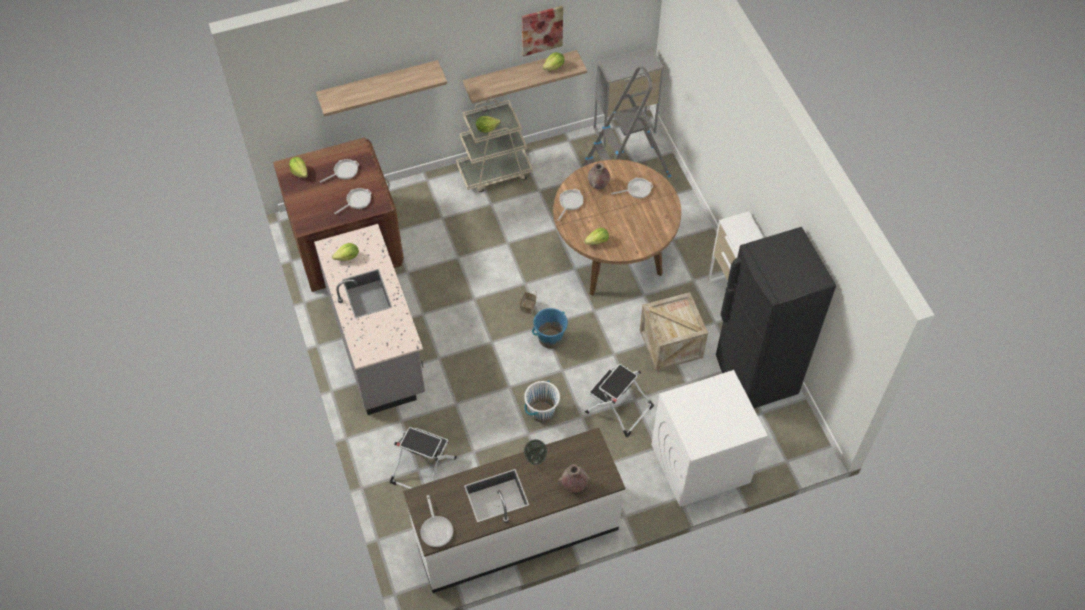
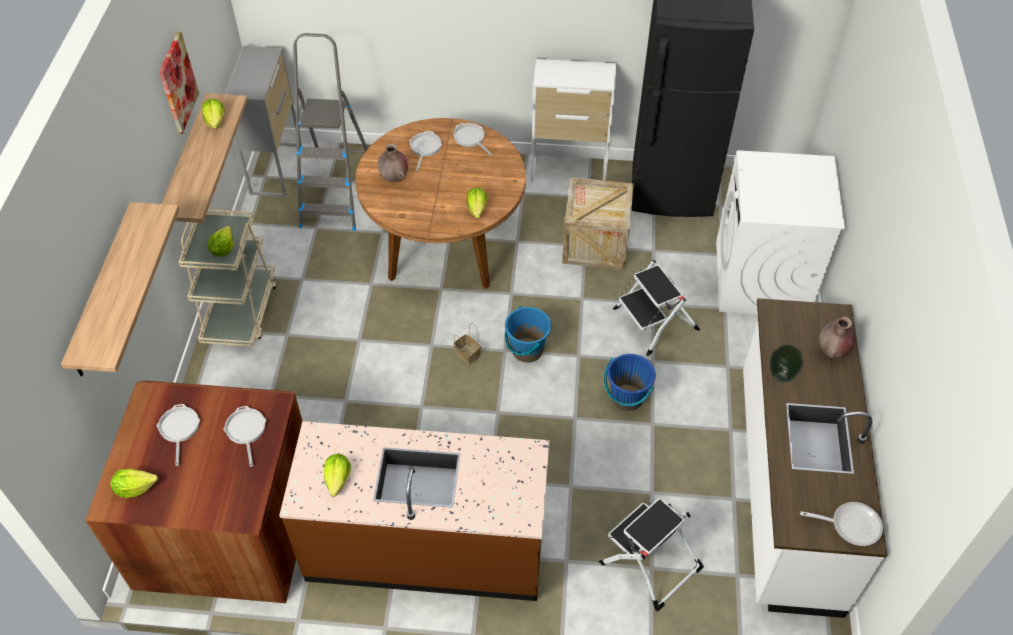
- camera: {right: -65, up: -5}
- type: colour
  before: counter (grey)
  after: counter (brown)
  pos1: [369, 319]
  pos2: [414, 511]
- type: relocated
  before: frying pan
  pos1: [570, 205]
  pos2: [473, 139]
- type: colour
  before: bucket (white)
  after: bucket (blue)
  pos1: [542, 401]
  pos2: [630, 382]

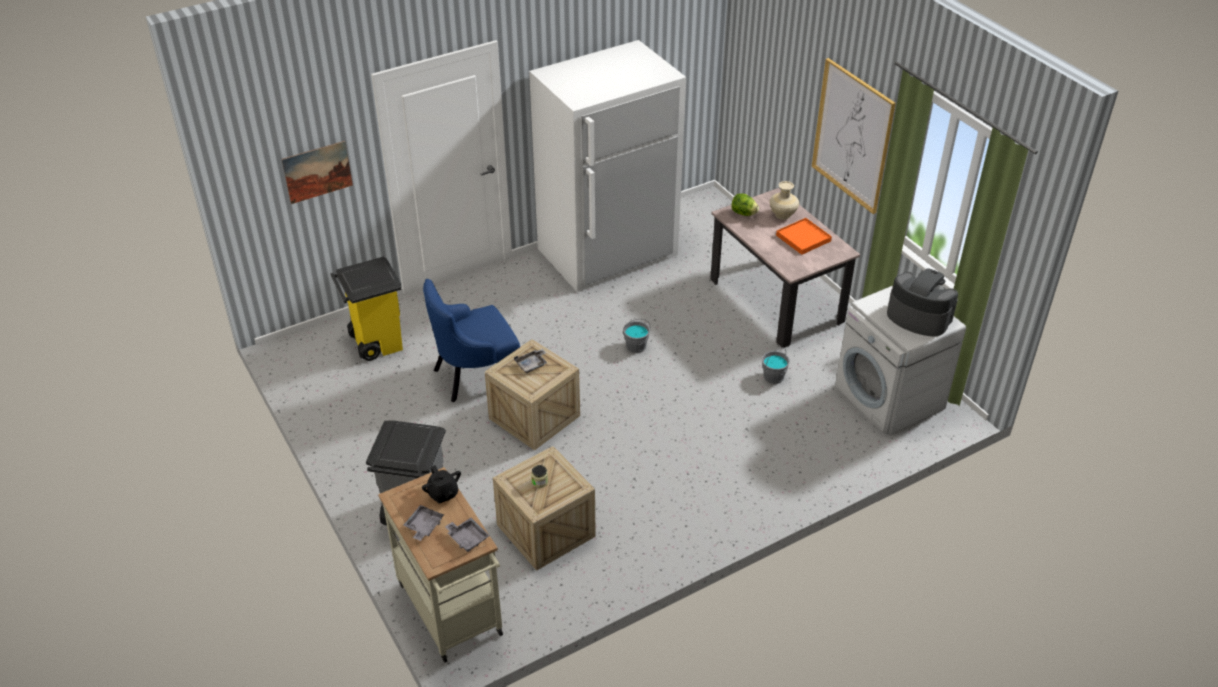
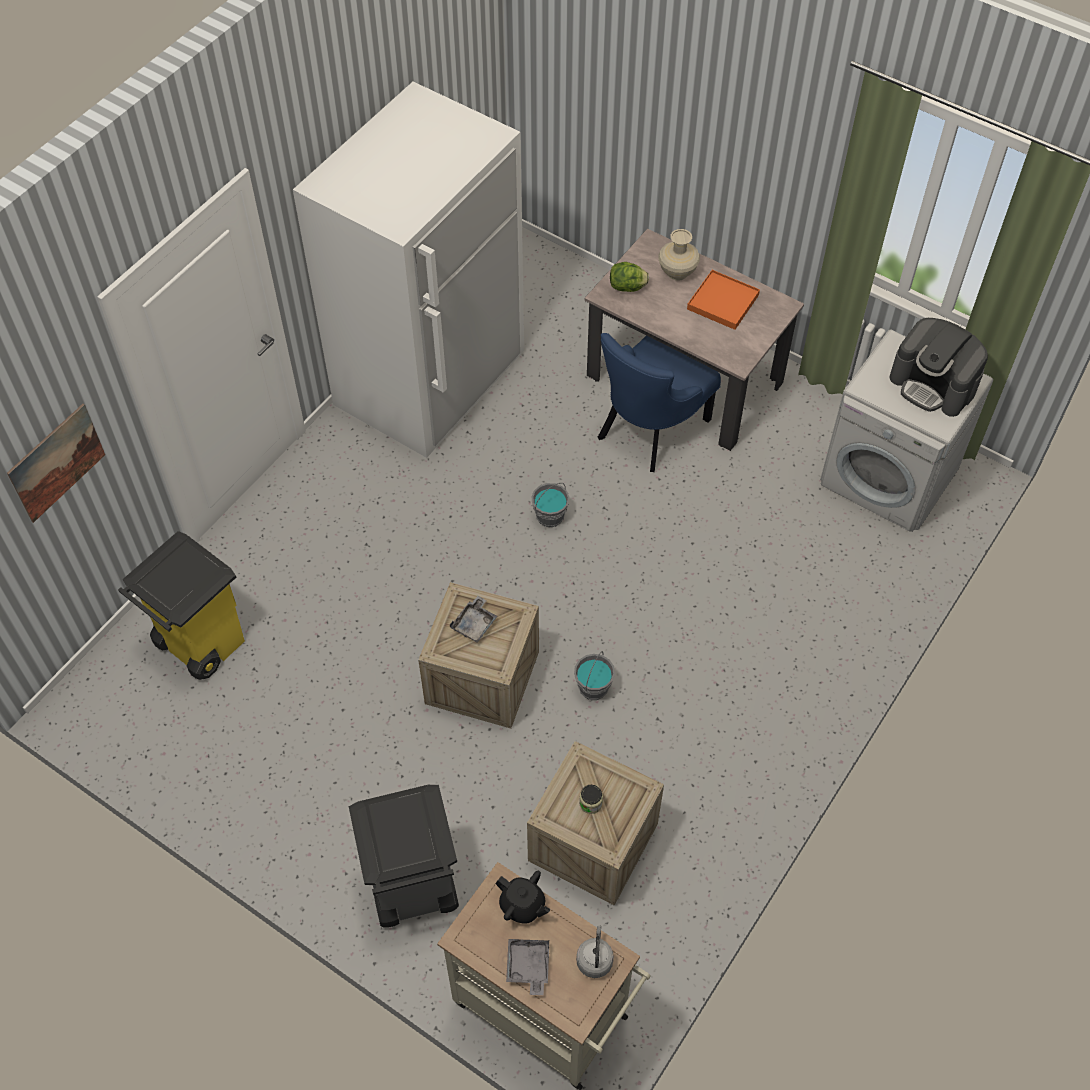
- camera: {right: -25, up: 15}
- type: relocated
  before: bucket (grey)
  pos1: [776, 366]
  pos2: [594, 675]
- type: exchanged
  before: tray (grey)
  after: kettle (grey)
  pos1: [467, 535]
  pos2: [595, 951]
- type: relocated
  before: chair (blue)
  pos1: [471, 341]
  pos2: [659, 402]
- type: spun
  before: coffee machine
  pos1: [922, 302]
  pos2: [939, 367]
  turn: -150
- type: missing
  before: picture
  pos1: [854, 136]

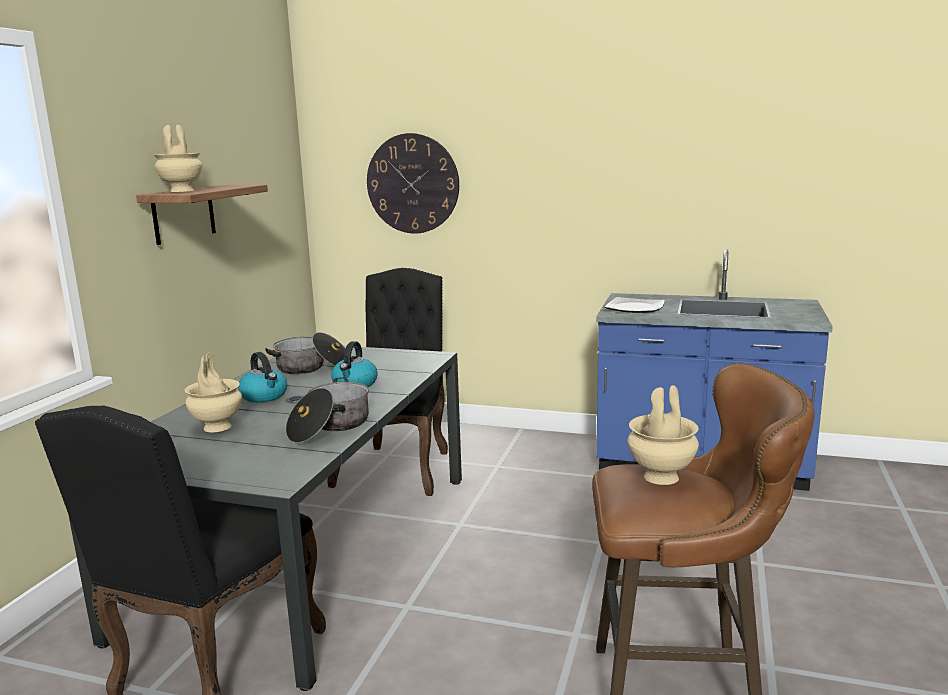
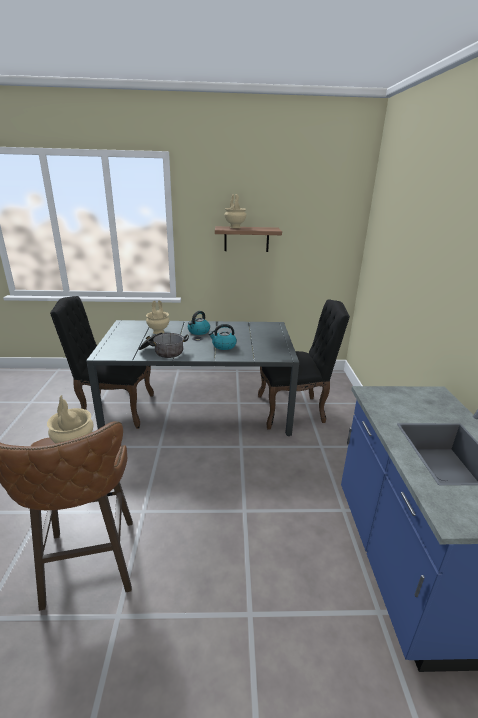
- camera: {right: 70, up: 10}
- type: missing
  before: cooking pot
  pos1: [305, 353]
- type: missing
  before: wall clock
  pos1: [413, 183]
- type: missing
  before: plate
  pos1: [635, 305]

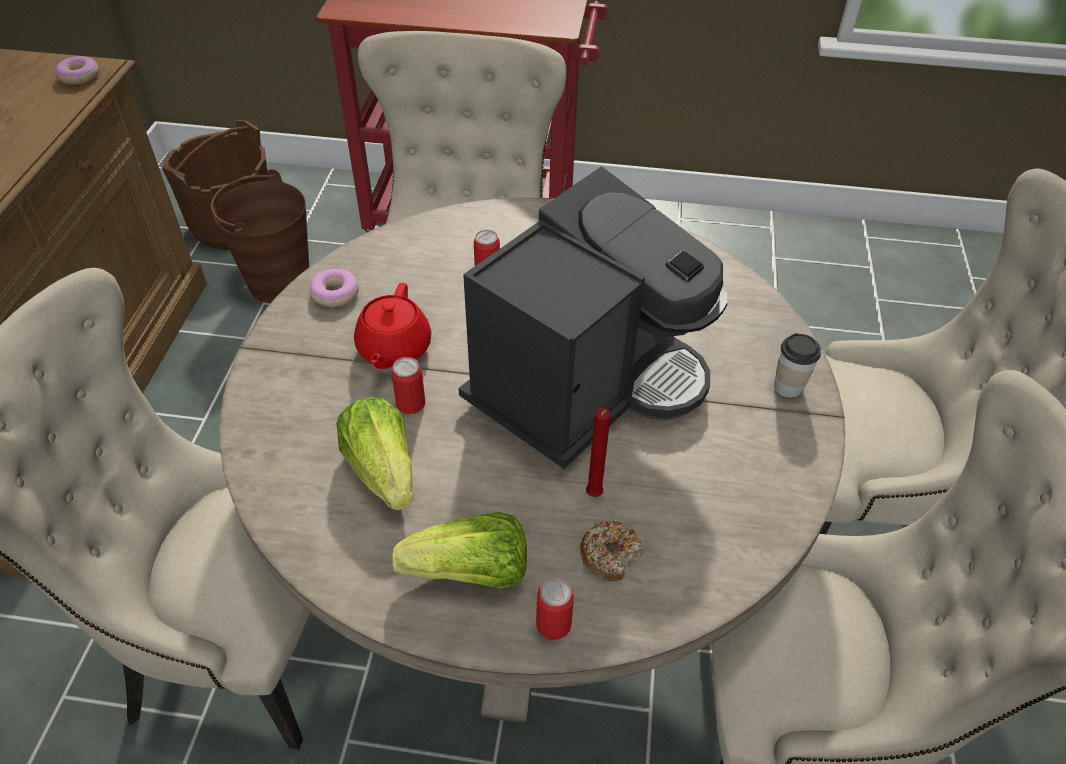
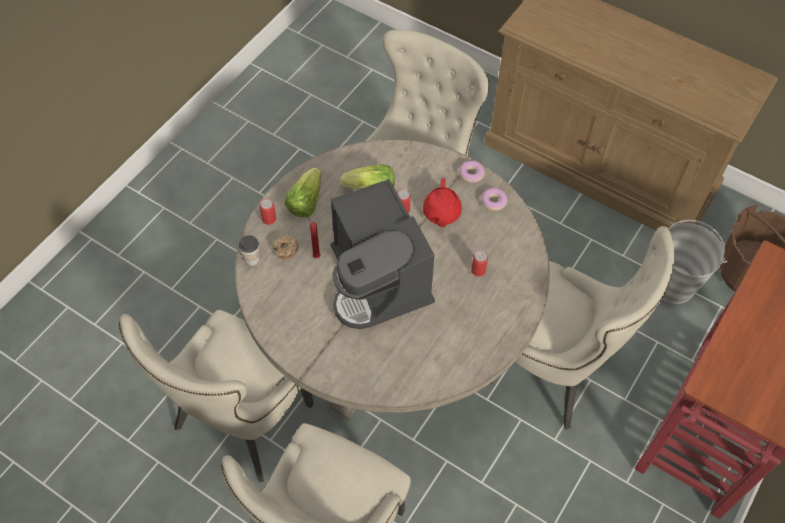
- camera: {right: 115, up: 10}
- type: relocated
  before: cup
  pos1: [797, 365]
  pos2: [249, 250]
- type: spun
  before: teapot (red)
  pos1: [392, 326]
  pos2: [442, 202]
  turn: -120
- type: relocated
  before: donut
  pos1: [77, 70]
  pos2: [472, 172]
- type: colour
  before: bucket (brown)
  after: bucket (grey)
  pos1: [260, 236]
  pos2: [694, 262]

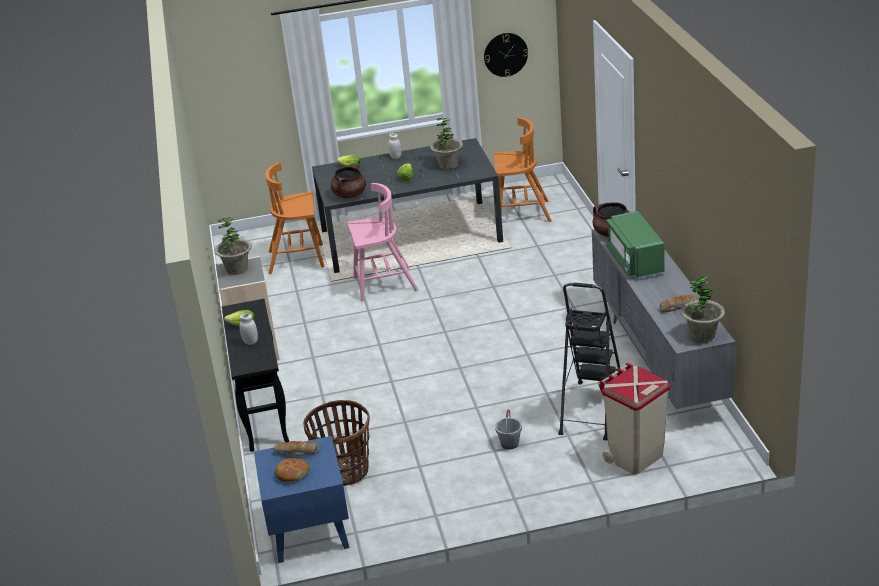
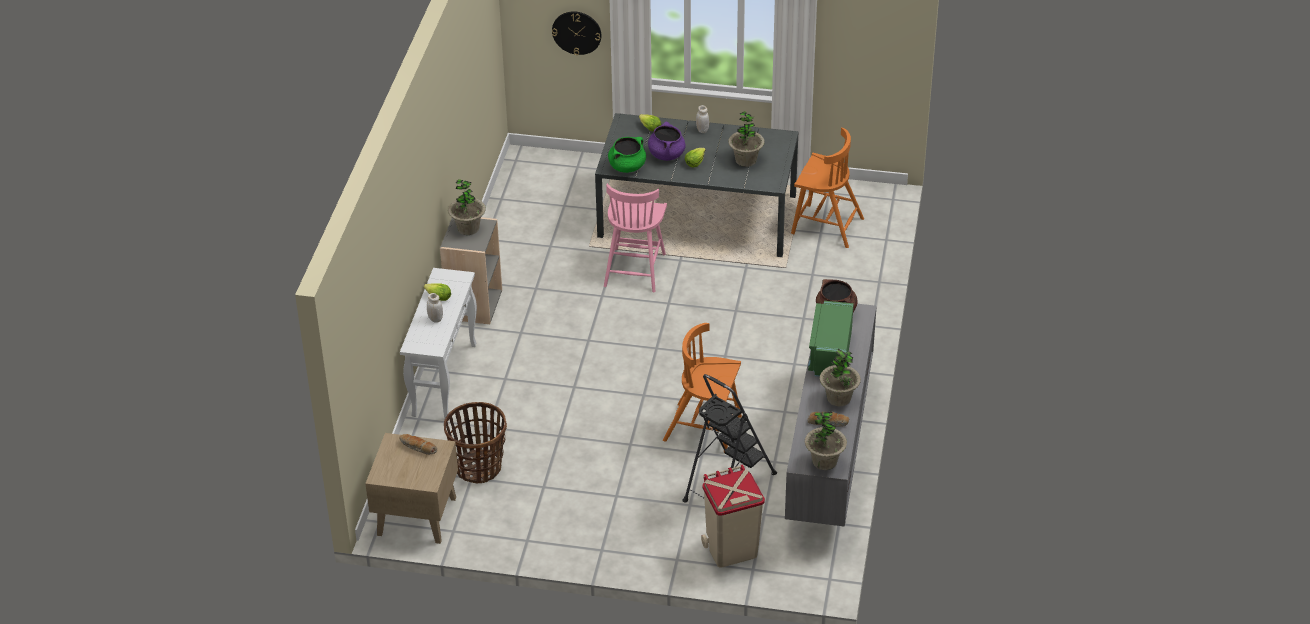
- camera: {right: 20, up: 10}
- type: colour
  before: nightstand (blue)
  after: nightstand (beige)
  pos1: [301, 499]
  pos2: [411, 488]
- type: colour
  before: console table (black)
  after: console table (white)
  pos1: [255, 375]
  pos2: [438, 344]
- type: relocated
  before: wall clock
  pos1: [506, 55]
  pos2: [577, 33]
- type: spun
  before: chair (pink)
  pos1: [383, 242]
  pos2: [635, 238]
  turn: 90
- type: colour
  before: cooking pot (brown)
  after: cooking pot (green)
  pos1: [348, 181]
  pos2: [627, 155]
- type: appeared
  after: cooking pot (purple)
  pos2: [666, 141]
- type: relocated
  before: chair (orange)
  pos1: [295, 218]
  pos2: [702, 386]
- type: appeared
  after: potted plant
  pos2: [840, 377]
- type: missing
  before: bread
  pos1: [292, 470]
- type: missing
  before: bucket (grey)
  pos1: [508, 429]

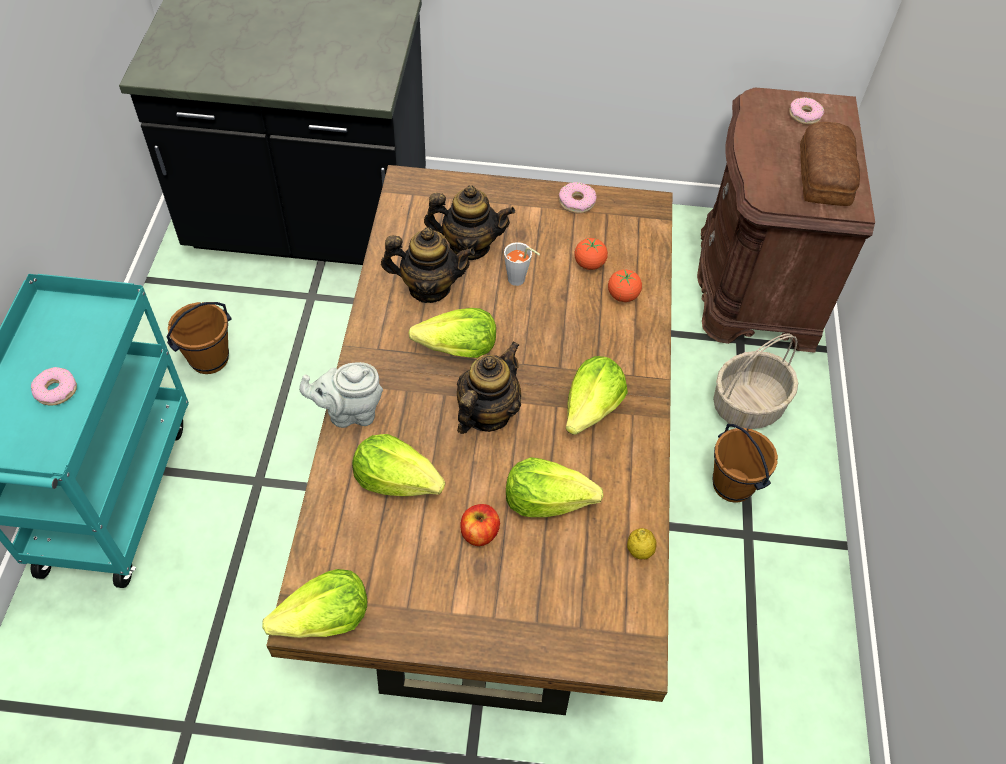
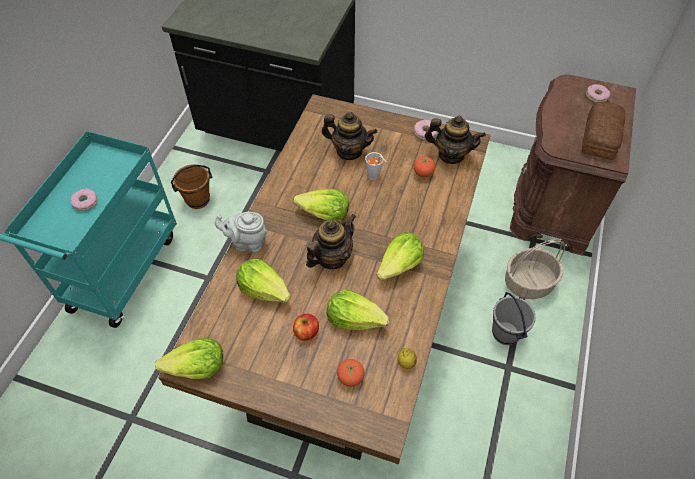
- camera: {right: 15, up: 0}
- type: relocated
  before: tomato
  pos1: [625, 285]
  pos2: [350, 373]
- type: relocated
  before: teapot
  pos1: [428, 265]
  pos2: [455, 139]
- type: colour
  before: bucket (brown)
  after: bucket (grey)
  pos1: [745, 463]
  pos2: [514, 318]

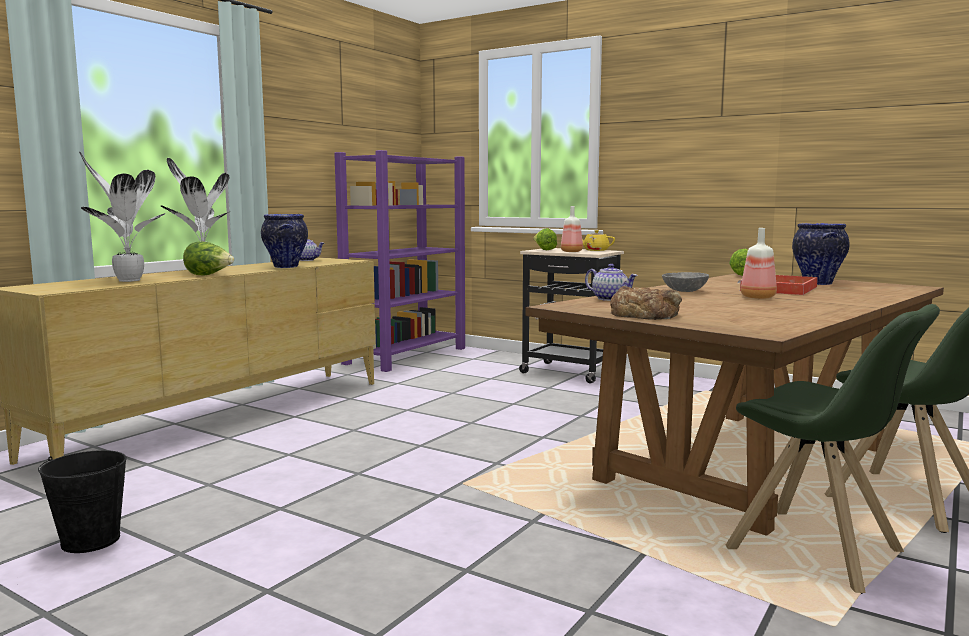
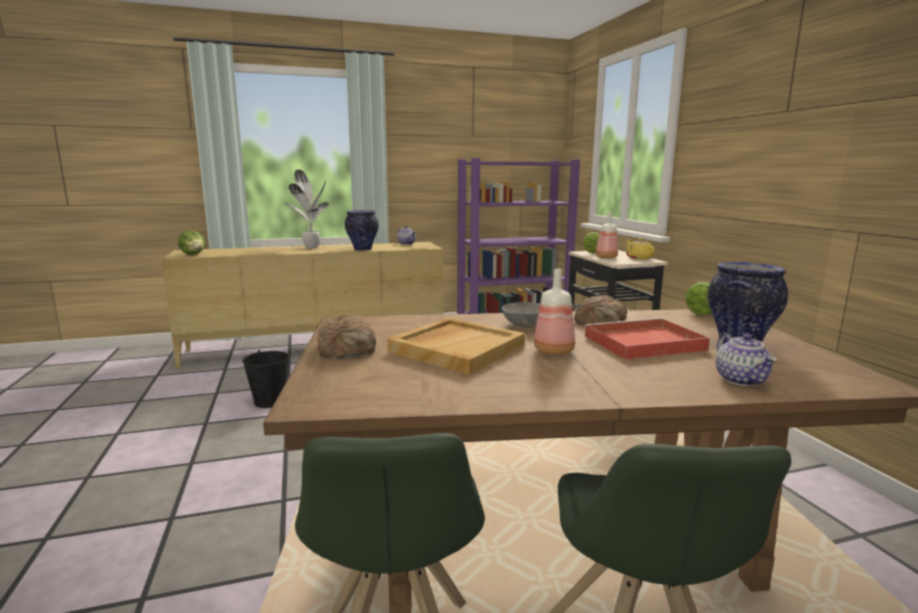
- camera: {right: 40, up: 5}
- type: relocated
  before: lettuce
  pos1: [208, 258]
  pos2: [191, 243]
- type: relocated
  before: bucket (black)
  pos1: [82, 501]
  pos2: [265, 379]
- type: appeared
  after: tray (beige)
  pos2: [456, 346]
- type: appeared
  after: bread
  pos2: [600, 310]
- type: relocated
  before: teapot
  pos1: [611, 282]
  pos2: [746, 359]
- type: missing
  before: potted plant
  pos1: [122, 216]

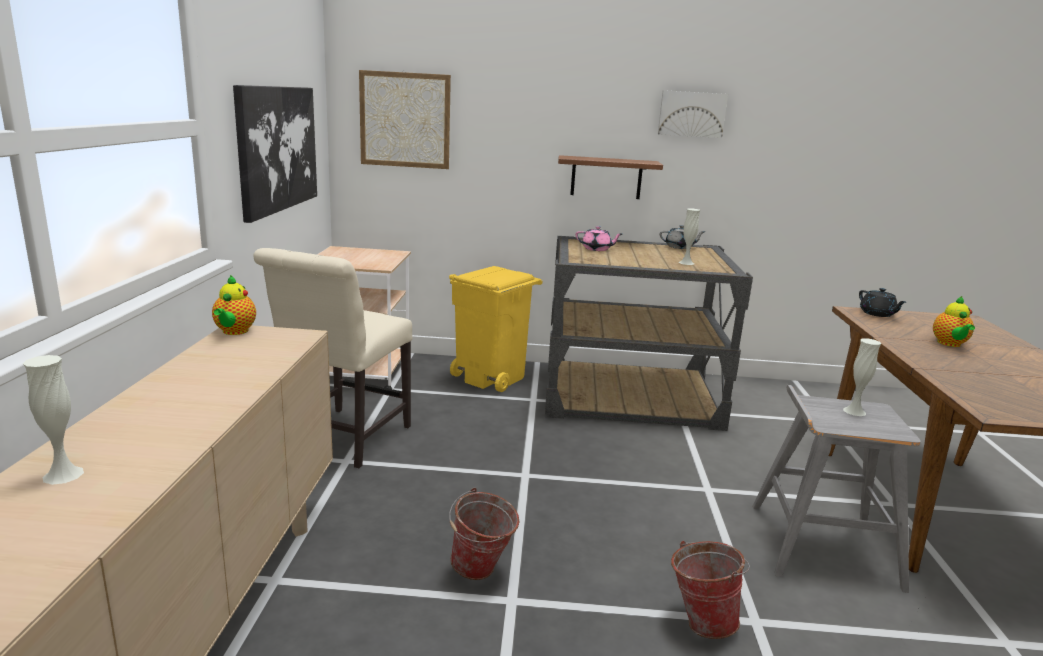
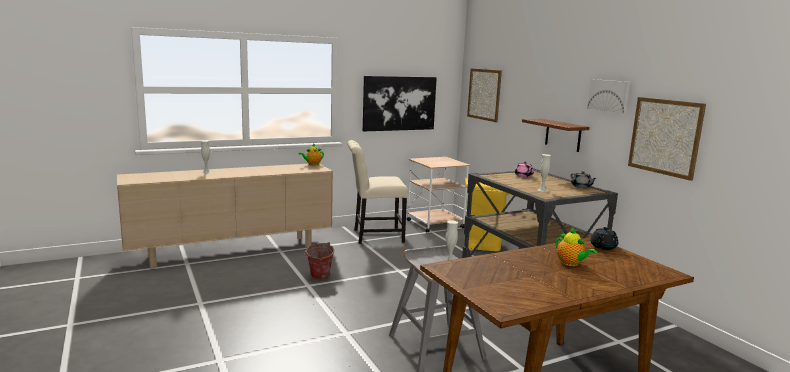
- camera: {right: 60, up: -5}
- type: spun
  before: teapot
  pos1: [954, 321]
  pos2: [576, 247]
  turn: -105
- type: appeared
  after: picture
  pos2: [667, 139]
- type: missing
  before: bucket
  pos1: [710, 590]

